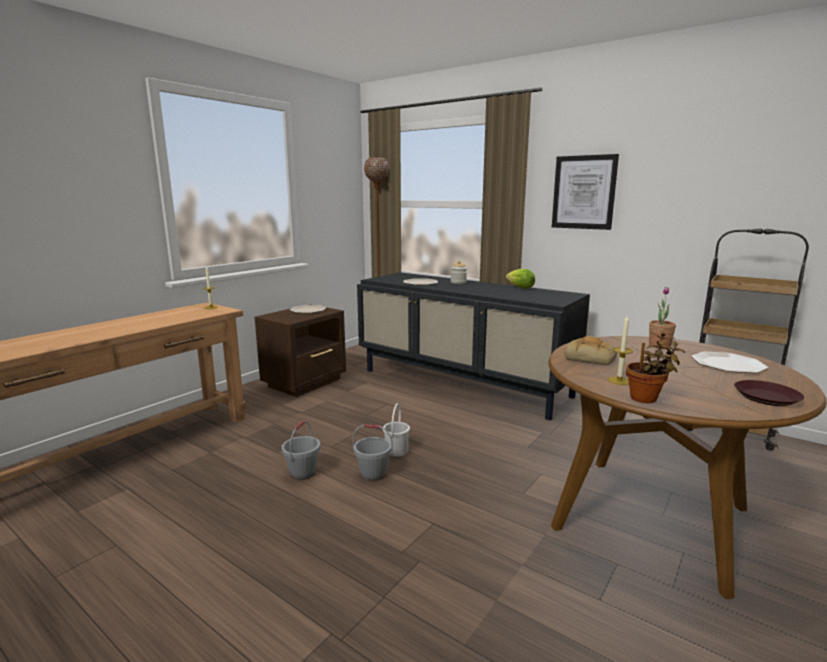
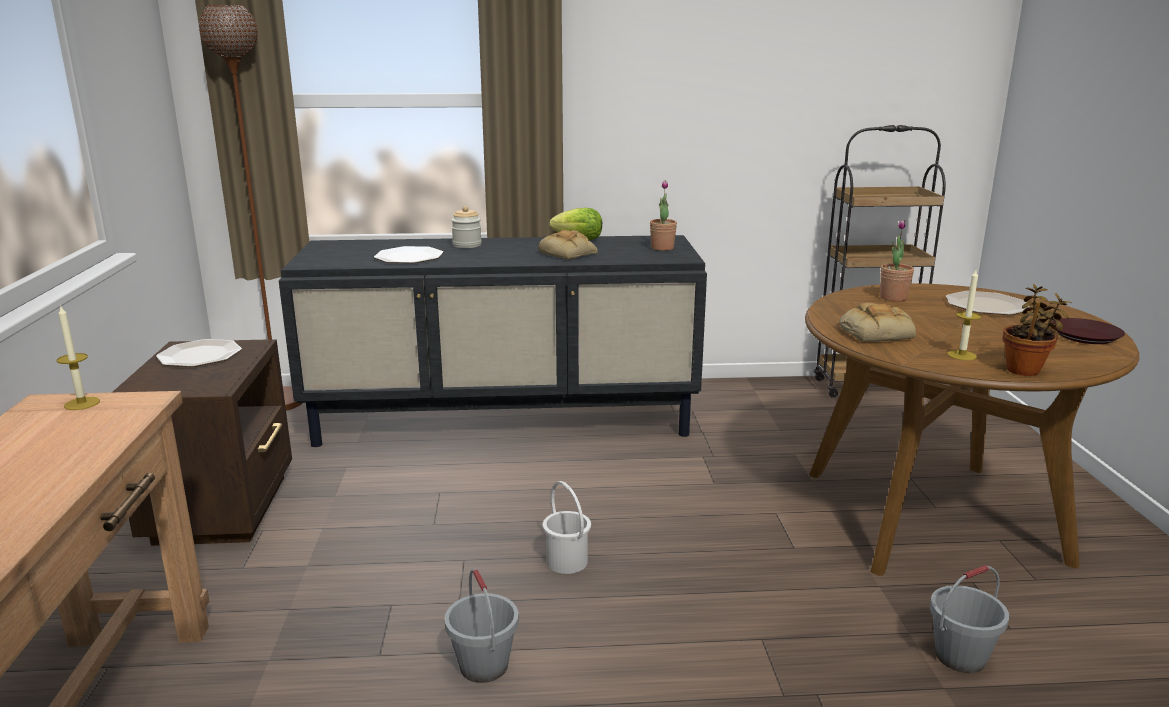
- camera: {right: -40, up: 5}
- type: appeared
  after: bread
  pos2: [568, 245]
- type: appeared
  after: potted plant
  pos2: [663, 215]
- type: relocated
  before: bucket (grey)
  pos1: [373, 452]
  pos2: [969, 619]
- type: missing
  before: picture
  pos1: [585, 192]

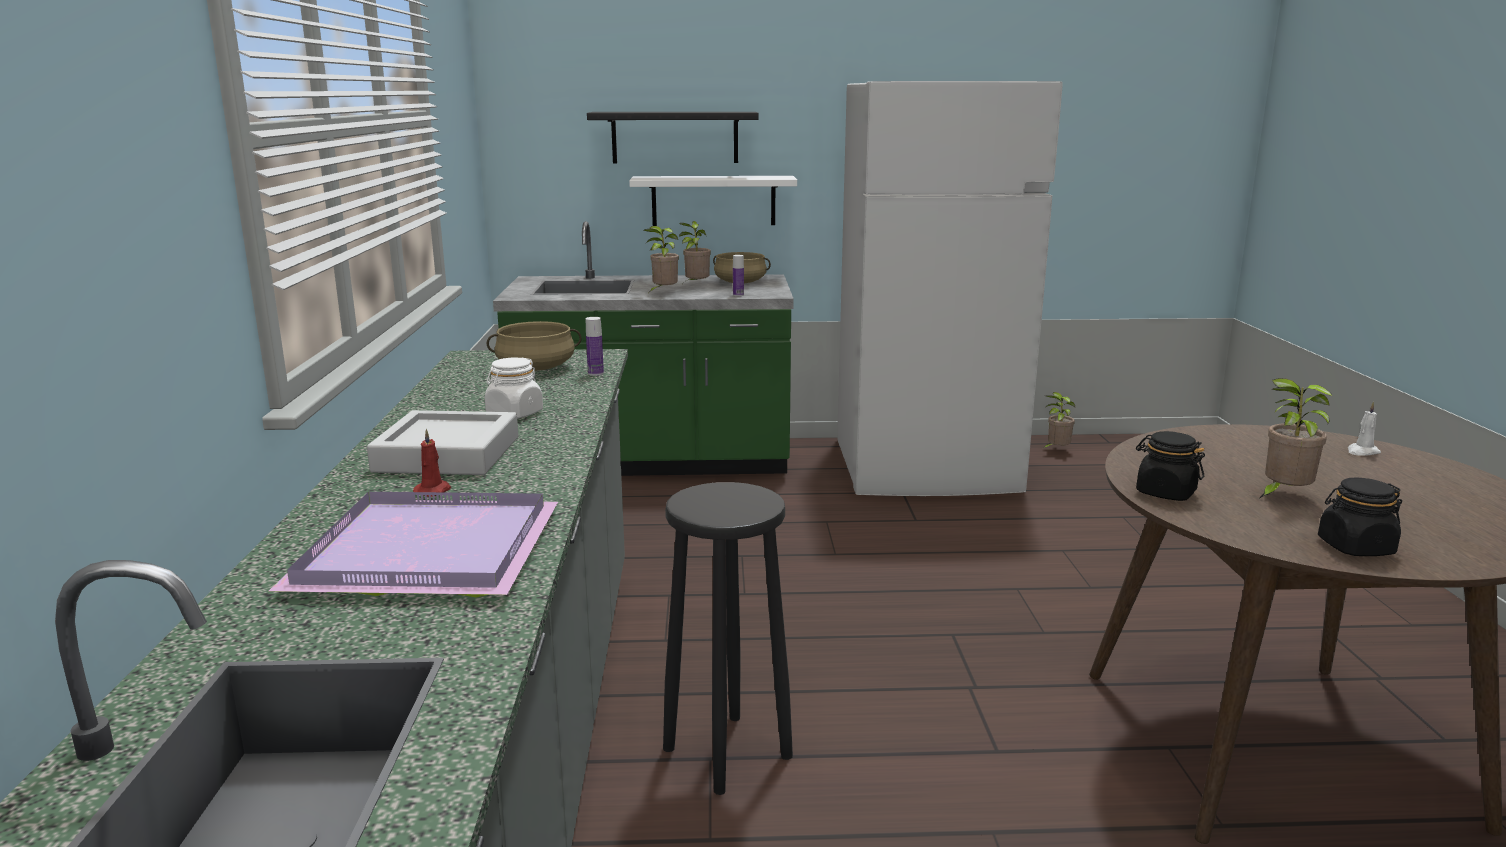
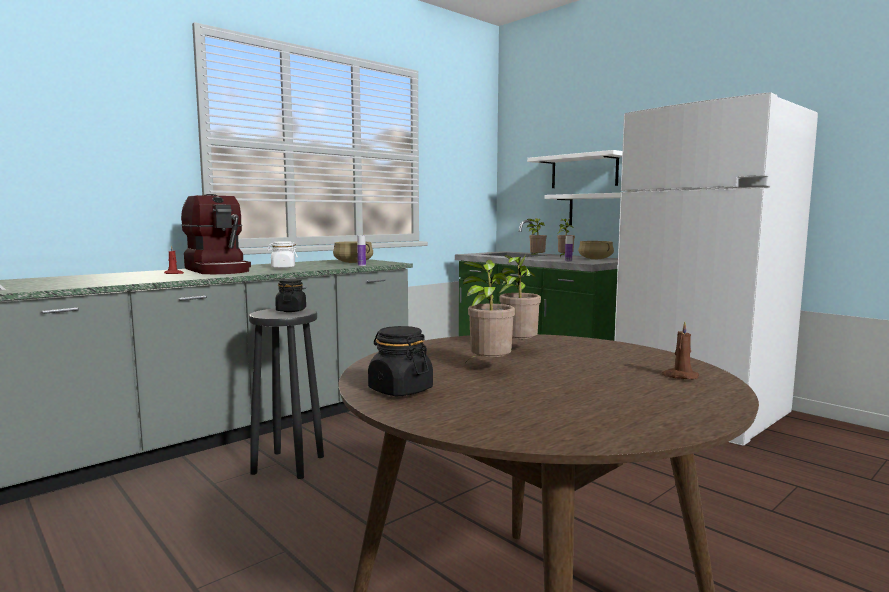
- camera: {right: 50, up: -10}
- type: exchanged
  before: tray (grey)
  after: coffee machine
  pos1: [442, 442]
  pos2: [216, 234]
- type: relocated
  before: jar (black)
  pos1: [1170, 466]
  pos2: [290, 295]
- type: relocated
  before: potted plant
  pos1: [1060, 420]
  pos2: [520, 297]
- type: colour
  before: shelf (black)
  after: shelf (white)
  pos1: [673, 137]
  pos2: [574, 169]
- type: colour
  before: candle (white)
  after: candle (brown)
  pos1: [1364, 429]
  pos2: [680, 350]
- type: missing
  before: tray (purple)
  pos1: [413, 545]

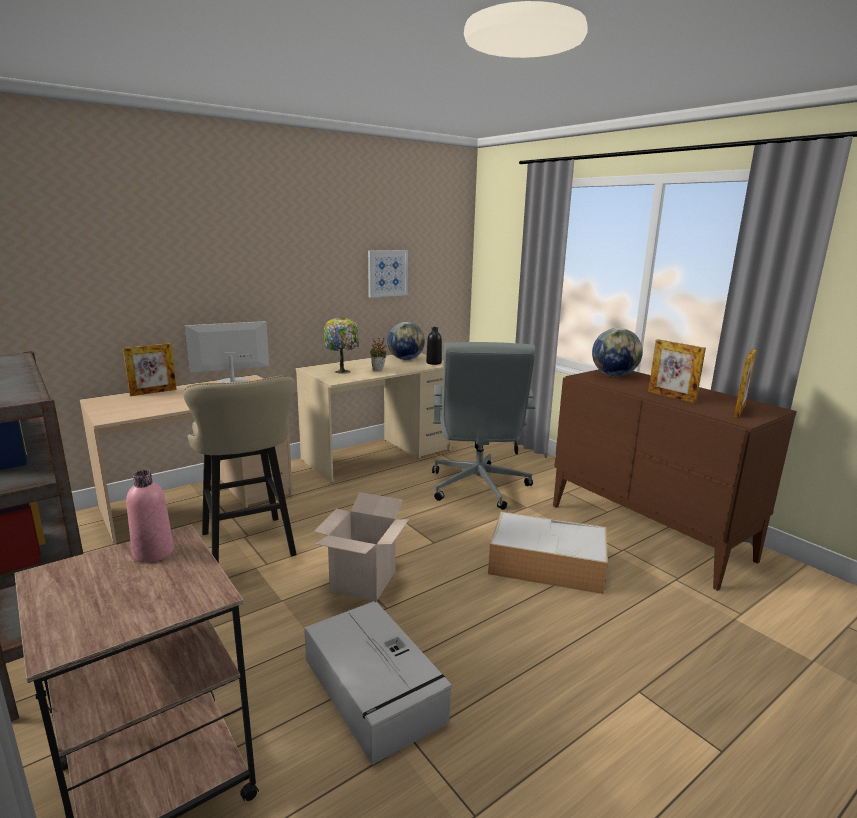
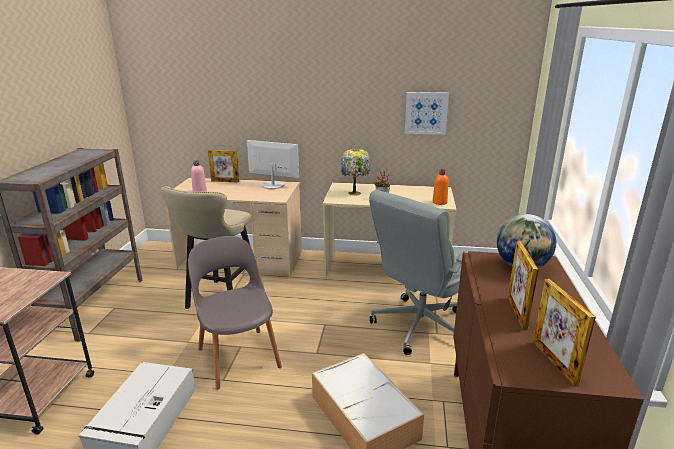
- camera: {right: 45, up: 5}
- type: exchanged
  before: cardboard box
  after: chair (grey)
  pos1: [361, 547]
  pos2: [235, 312]
- type: relocated
  before: bottle (pink)
  pos1: [150, 516]
  pos2: [199, 176]
- type: colour
  before: bottle (black)
  after: bottle (orange)
  pos1: [434, 346]
  pos2: [441, 187]
- type: spun
  before: picture frame
  pos1: [745, 383]
  pos2: [564, 332]
  turn: 90
- type: missing
  before: globe
  pos1: [406, 341]

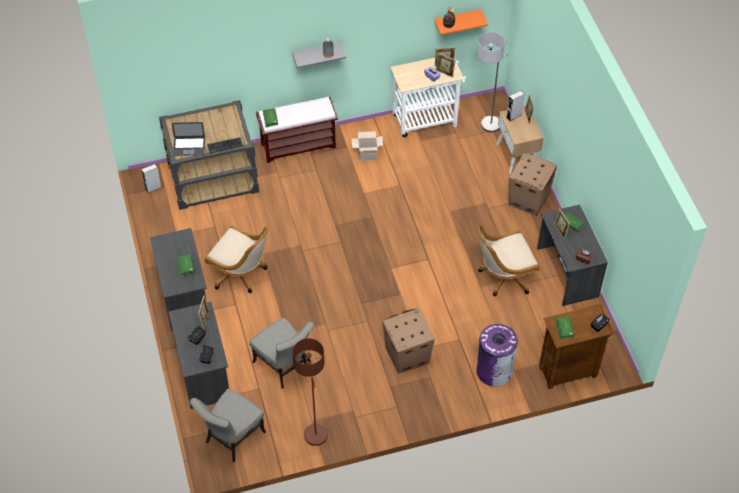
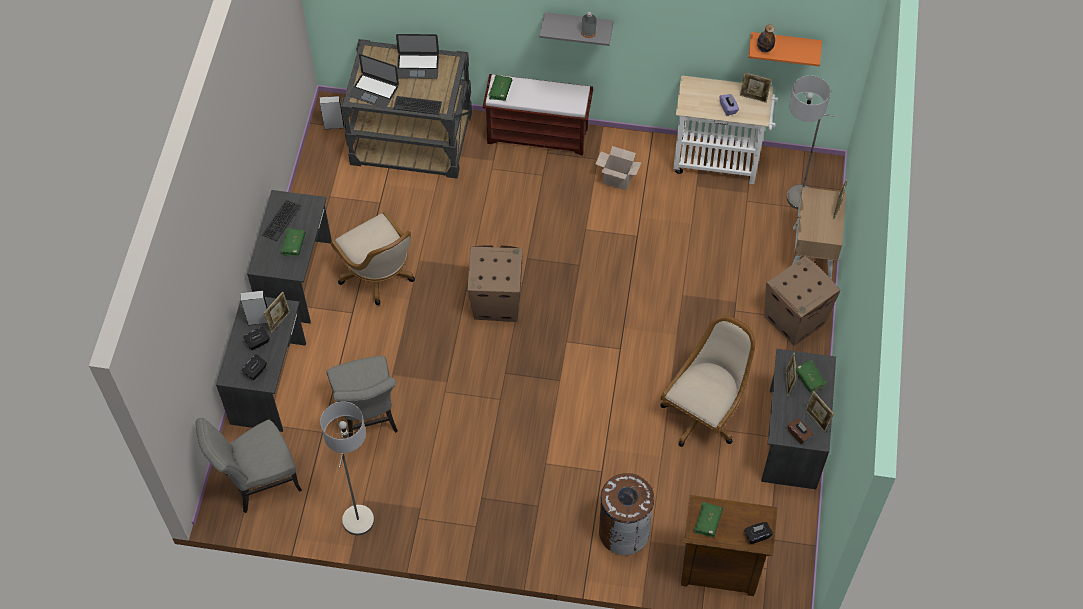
- camera: {right: 25, up: 5}
- type: relocated
  before: speaker (grey)
  pos1: [515, 106]
  pos2: [254, 308]
- type: appeared
  after: keyboard
  pos2: [281, 220]
- type: colour
  before: floor lamp (brown)
  after: floor lamp (grey)
  pos1: [310, 392]
  pos2: [347, 468]
- type: appeared
  after: laptop
  pos2: [417, 56]
- type: relocated
  before: cardboard box
  pos1: [408, 341]
  pos2: [495, 283]
- type: colour
  before: trash can (purple)
  after: trash can (brown)
  pos1: [497, 355]
  pos2: [626, 514]
- type: spun
  before: office chair
  pos1: [508, 260]
  pos2: [708, 381]
  turn: 120
- type: relocated
  before: picture frame
  pos1: [446, 65]
  pos2: [819, 411]

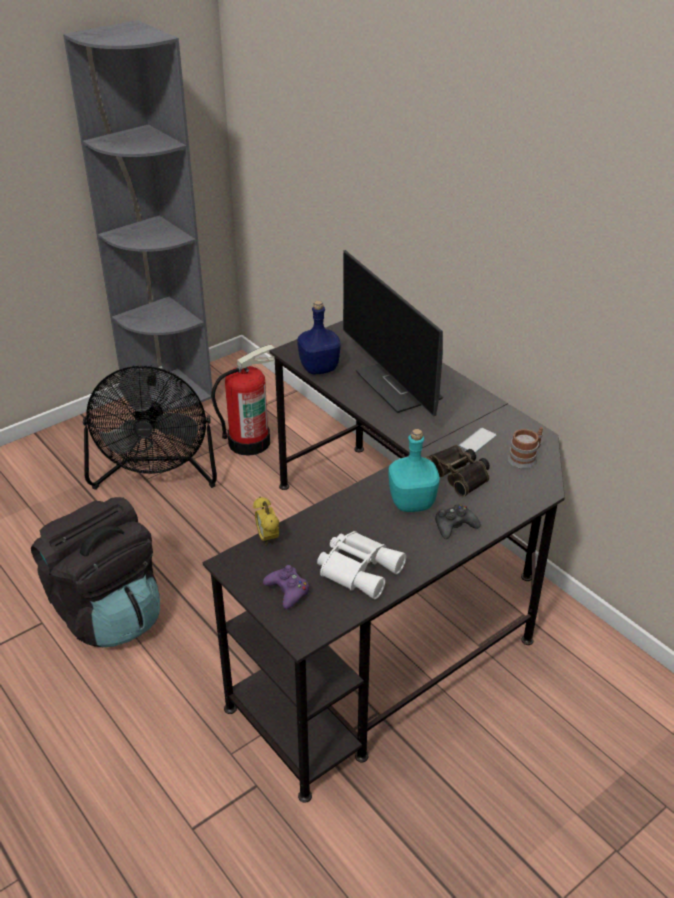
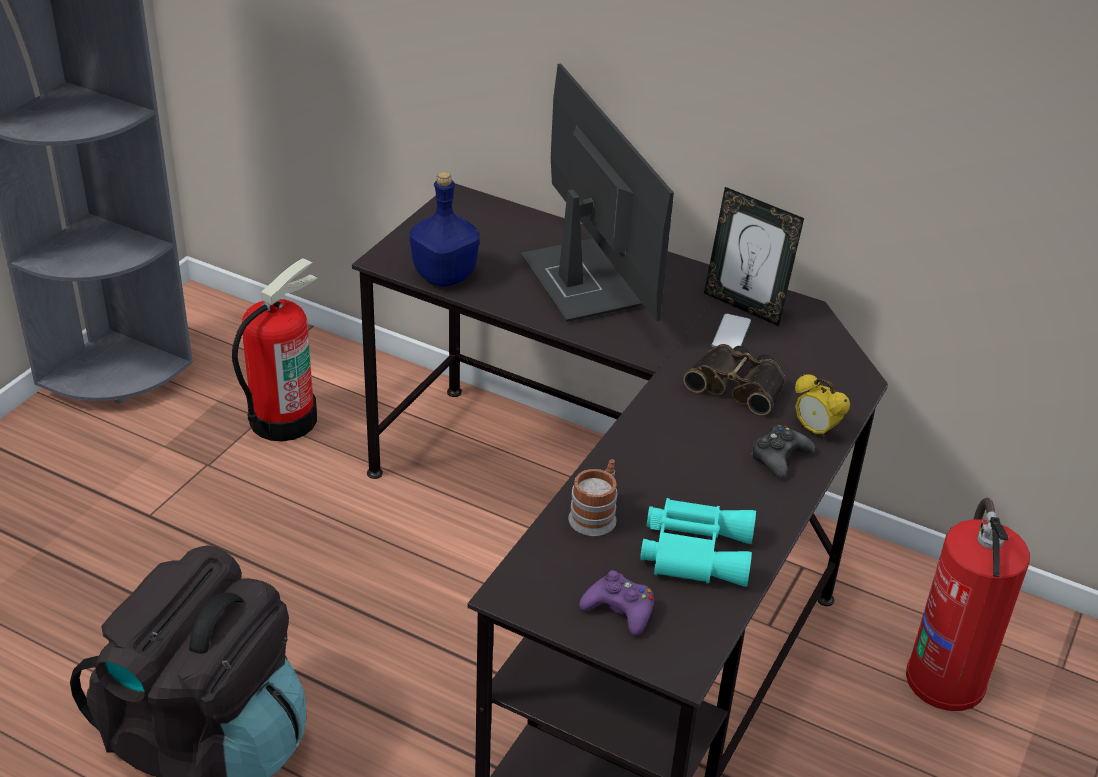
- camera: {right: -25, up: 0}
- type: spun
  before: monitor
  pos1: [393, 333]
  pos2: [597, 192]
  turn: -150
- type: relocated
  before: mug
  pos1: [525, 448]
  pos2: [592, 497]
- type: colour
  before: binoculars (white)
  after: binoculars (turquoise)
  pos1: [361, 565]
  pos2: [698, 542]
- type: appeared
  after: picture frame
  pos2: [754, 256]
- type: relocated
  before: alarm clock
  pos1: [266, 520]
  pos2: [822, 407]
- type: appeared
  after: fire extinguisher
  pos2: [968, 604]
- type: missing
  before: fan (black)
  pos1: [150, 427]
- type: missing
  before: bottle (turquoise)
  pos1: [414, 470]

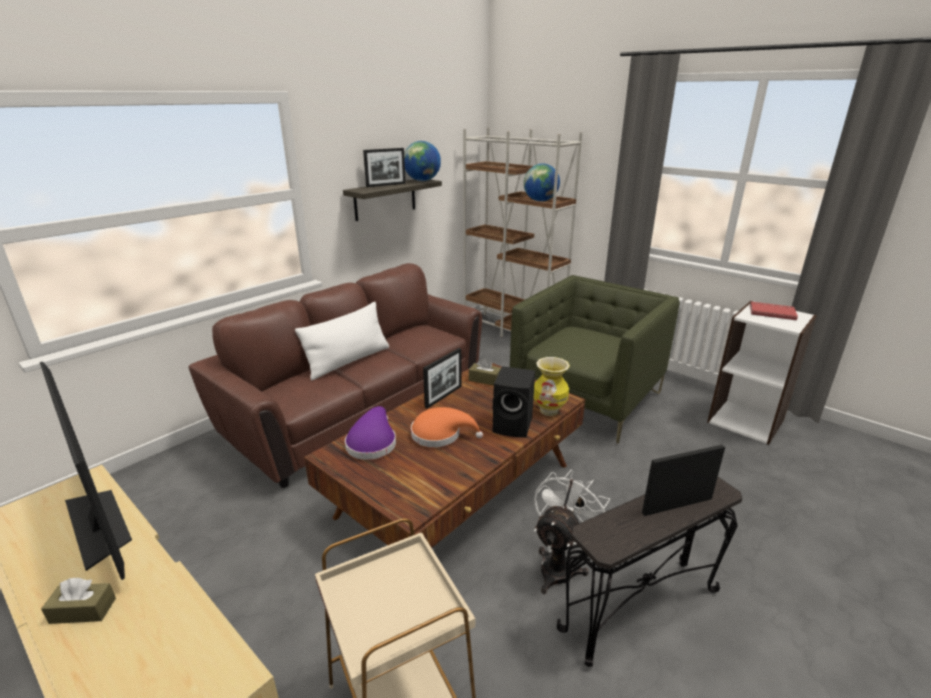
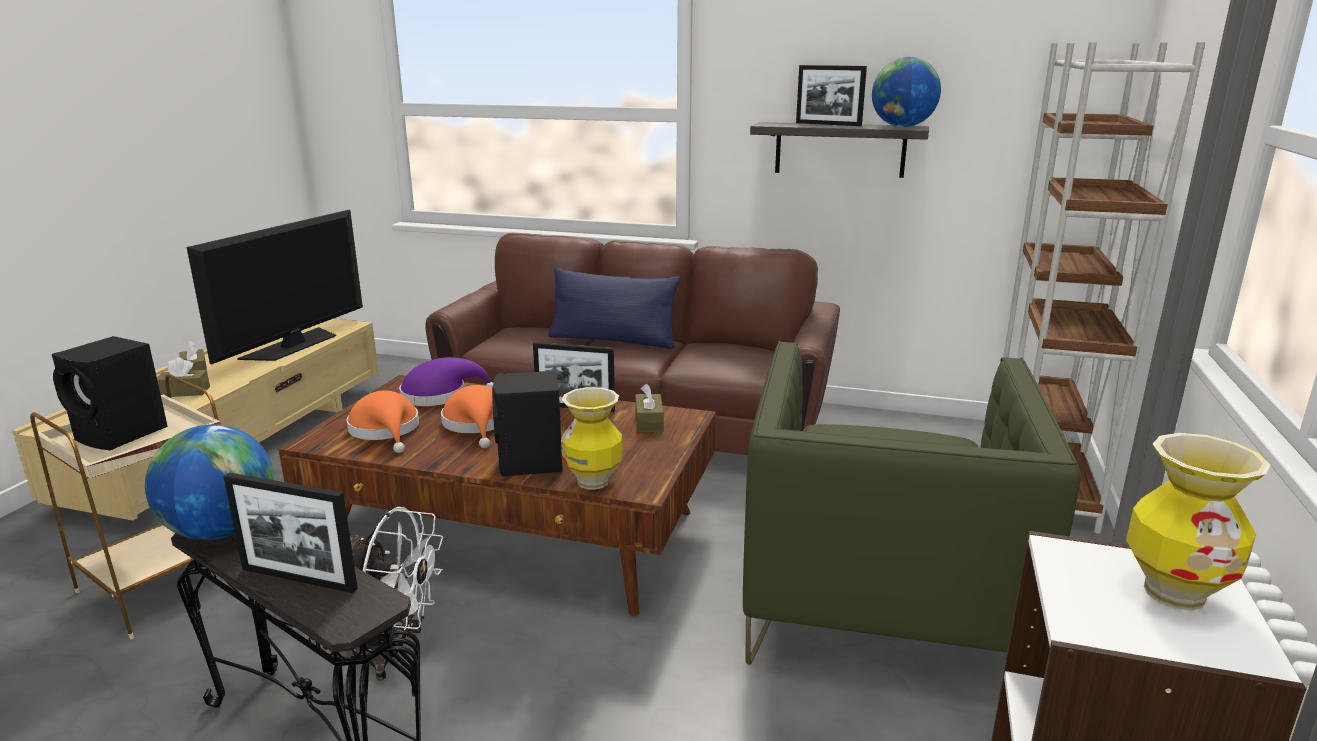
- camera: {right: 65, up: -5}
- type: appeared
  after: speaker (black)
  pos2: [110, 393]
- type: relocated
  before: globe
  pos1: [542, 183]
  pos2: [209, 482]
- type: appeared
  after: tissue box (brown)
  pos2: [183, 377]
- type: spun
  before: picture frame
  pos1: [683, 480]
  pos2: [290, 533]
  turn: 150
- type: appeared
  after: hat (orange)
  pos2: [383, 421]
- type: colour
  before: pillow (white)
  after: pillow (blue)
  pos1: [342, 341]
  pos2: [614, 308]
- type: spun
  before: armchair (green)
  pos1: [595, 359]
  pos2: [912, 503]
  turn: 90
- type: exchanged
  before: book (red)
  after: vase
  pos1: [774, 311]
  pos2: [1198, 522]

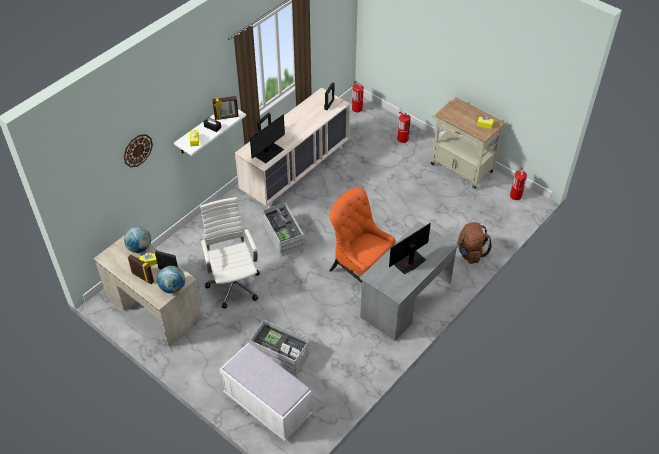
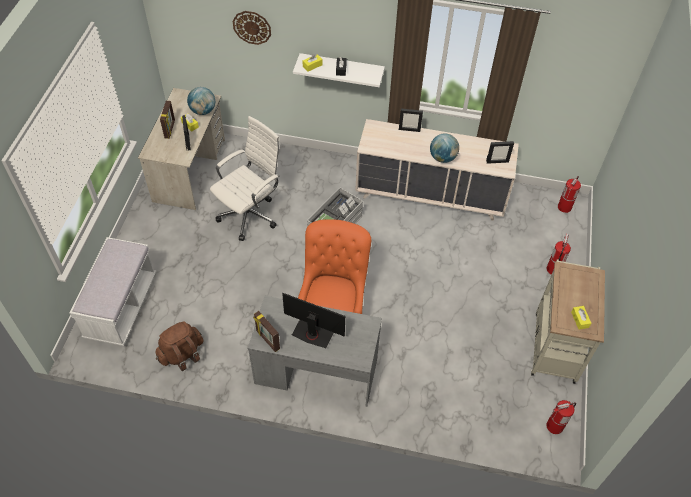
- camera: {right: 60, up: 5}
- type: relocated
  before: backpack (brown)
  pos1: [474, 243]
  pos2: [180, 346]
- type: relocated
  before: picture frame
  pos1: [225, 108]
  pos2: [266, 331]
- type: relocated
  before: globe
  pos1: [171, 279]
  pos2: [444, 148]
- type: missing
  before: monitor
  pos1: [267, 138]
- type: missing
  before: storage box (grey)
  pos1: [280, 347]

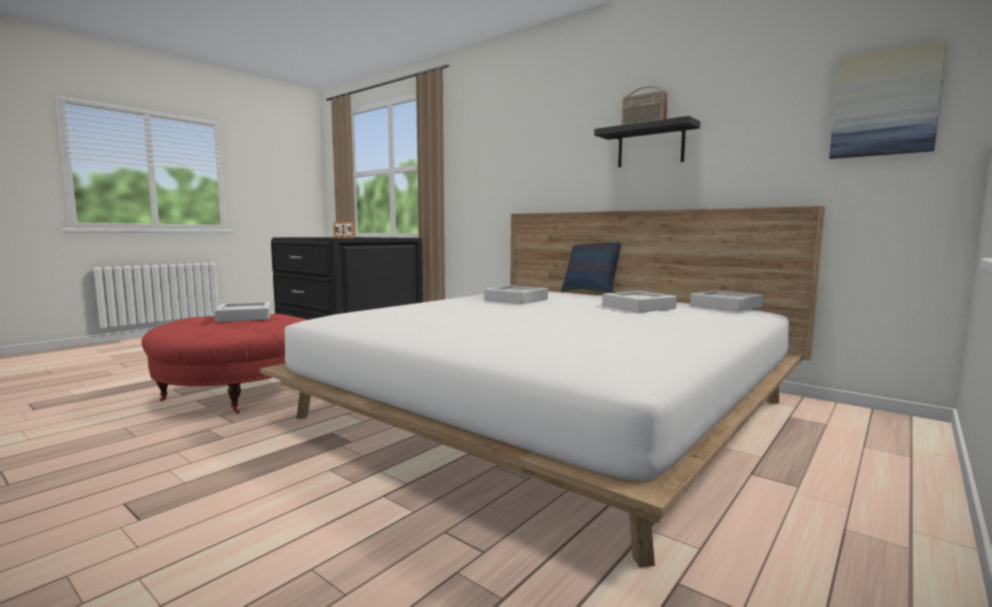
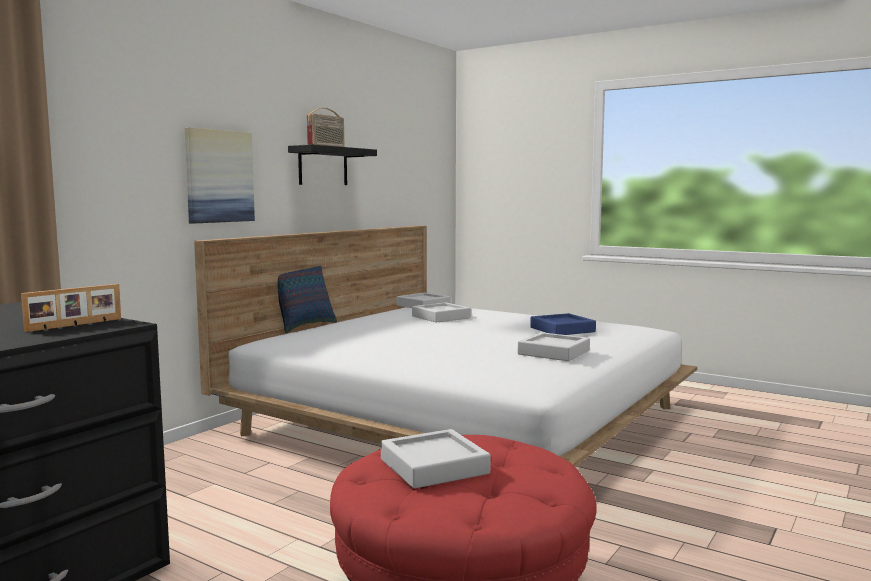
- camera: {right: -95, up: 0}
- type: relocated
  before: picture
  pos1: [888, 99]
  pos2: [219, 175]
- type: relocated
  before: tray (grey)
  pos1: [516, 294]
  pos2: [554, 346]
- type: appeared
  after: tray (blue)
  pos2: [563, 324]

